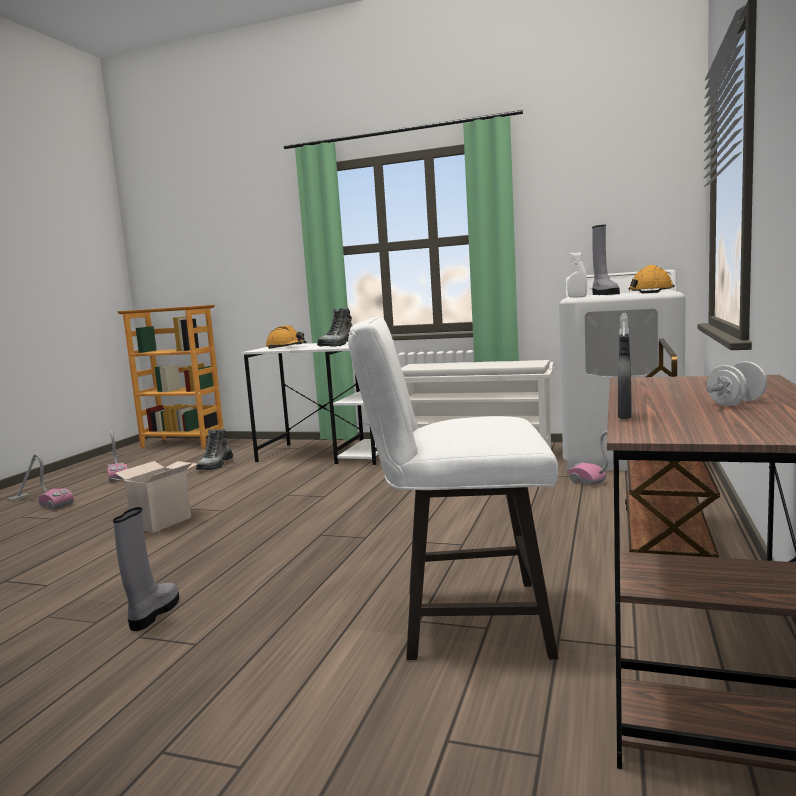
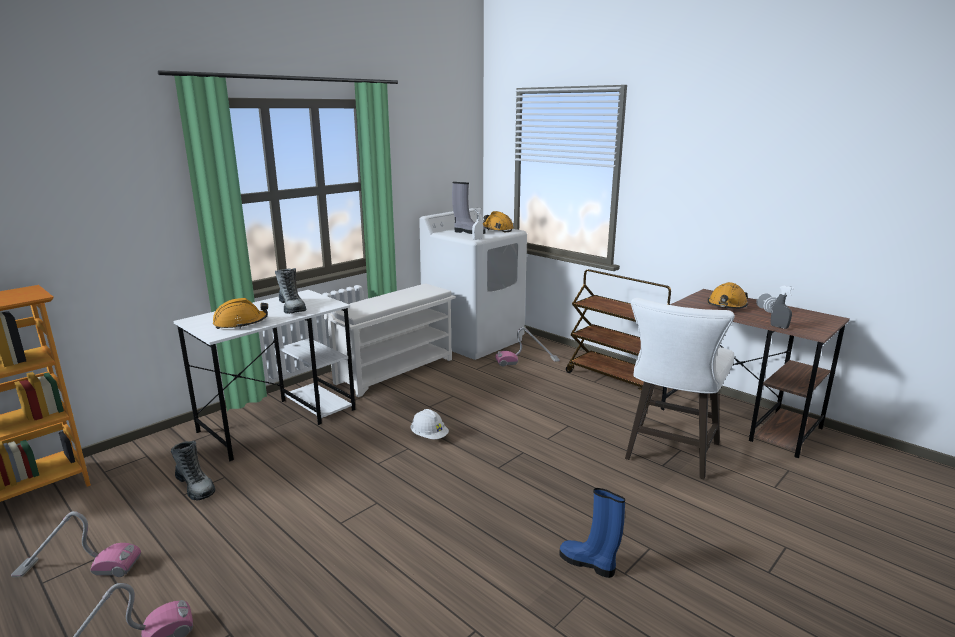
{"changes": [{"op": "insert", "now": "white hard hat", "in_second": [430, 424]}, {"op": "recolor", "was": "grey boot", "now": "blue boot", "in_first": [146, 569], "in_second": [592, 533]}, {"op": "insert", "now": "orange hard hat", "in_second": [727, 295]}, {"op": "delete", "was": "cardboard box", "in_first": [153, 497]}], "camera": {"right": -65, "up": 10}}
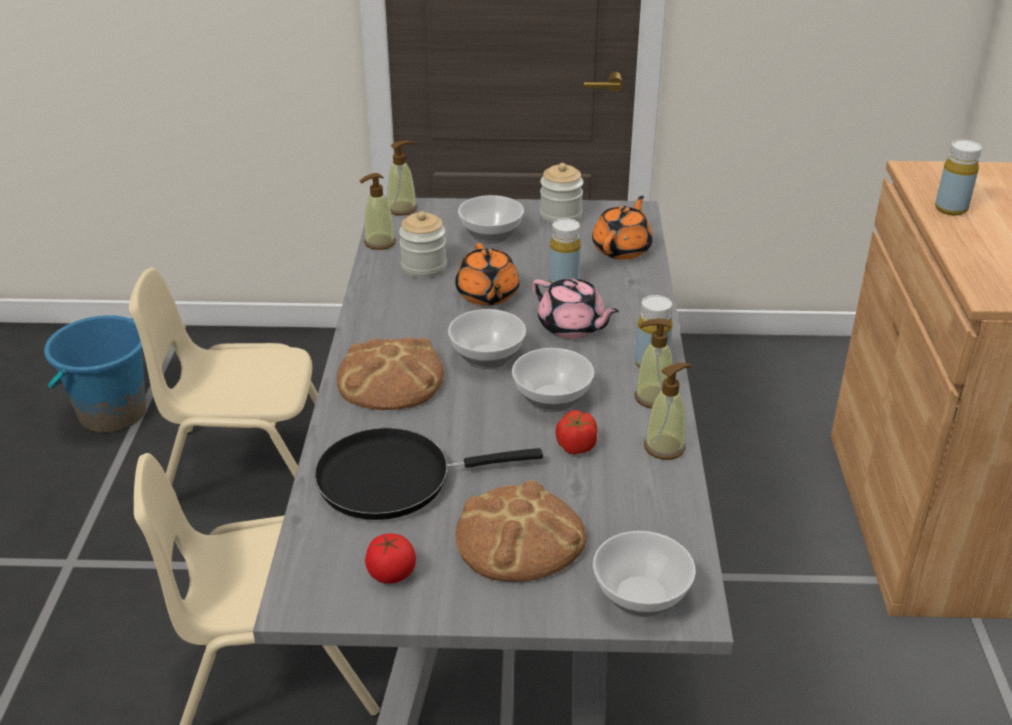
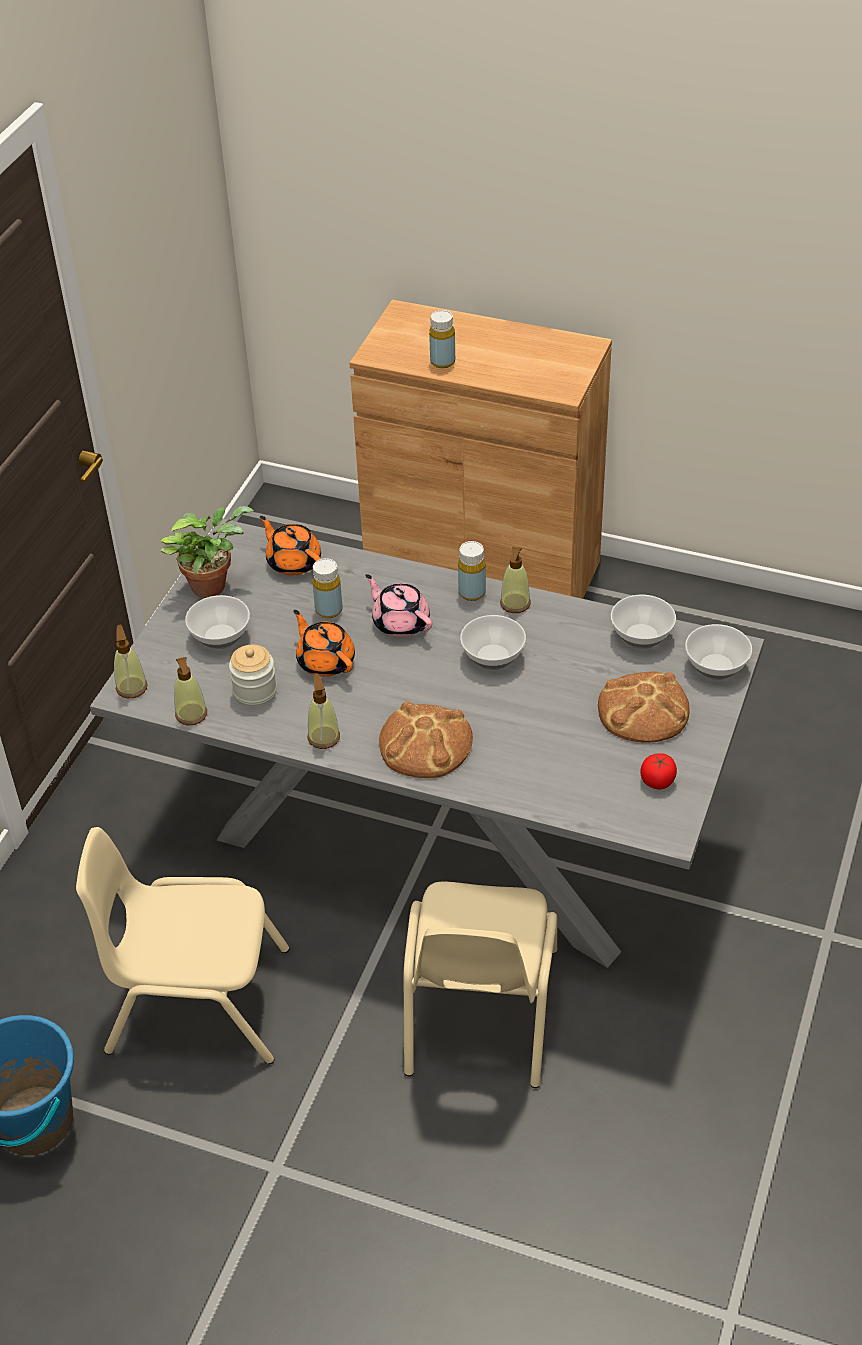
{"changes": [{"op": "rotate", "was": "beige chair", "in_first": [223, 376], "in_second": [183, 945], "clockwise": 75}, {"op": "replace", "was": "jar", "now": "potted plant", "in_first": [562, 193], "in_second": [206, 552]}, {"op": "rotate", "was": "orange teapot", "in_first": [487, 274], "in_second": [324, 643], "clockwise": -135}, {"op": "move", "was": "soap dispenser", "in_first": [668, 411], "in_second": [324, 711]}, {"op": "rotate", "was": "pink teapot", "in_first": [575, 308], "in_second": [398, 605], "clockwise": -105}, {"op": "move", "was": "bowl", "in_first": [487, 339], "in_second": [643, 622]}, {"op": "delete", "was": "black frying pan", "in_first": [428, 474]}, {"op": "delete", "was": "tomato", "in_first": [576, 432]}], "camera": {"right": -70, "up": 10}}
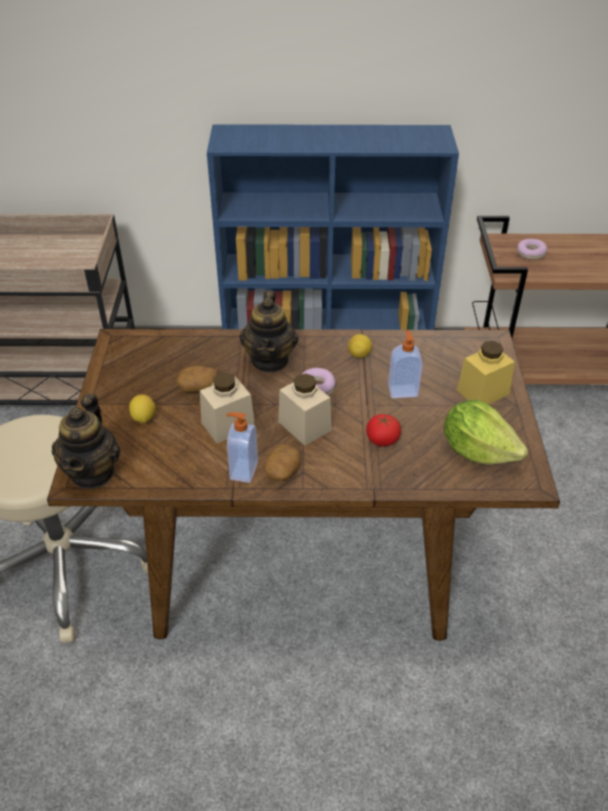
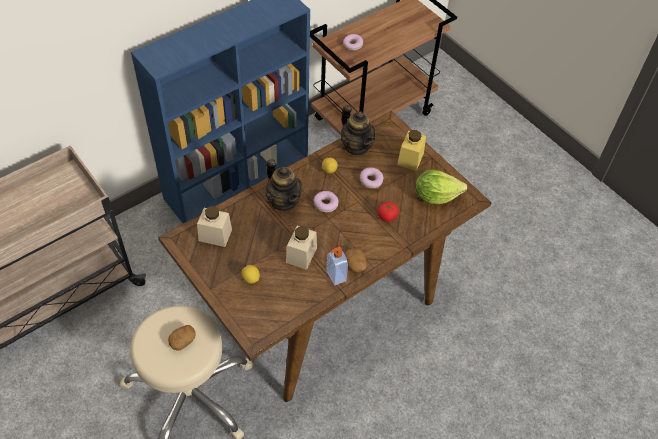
{"changes": [{"op": "move", "was": "potato", "in_first": [197, 378], "in_second": [182, 338]}, {"op": "move", "was": "beige jar", "in_first": [304, 410], "in_second": [214, 226]}, {"op": "move", "was": "teapot", "in_first": [86, 441], "in_second": [358, 130]}, {"op": "replace", "was": "soap dispenser", "now": "donut", "in_first": [405, 364], "in_second": [371, 177]}], "camera": {"right": -40, "up": 10}}
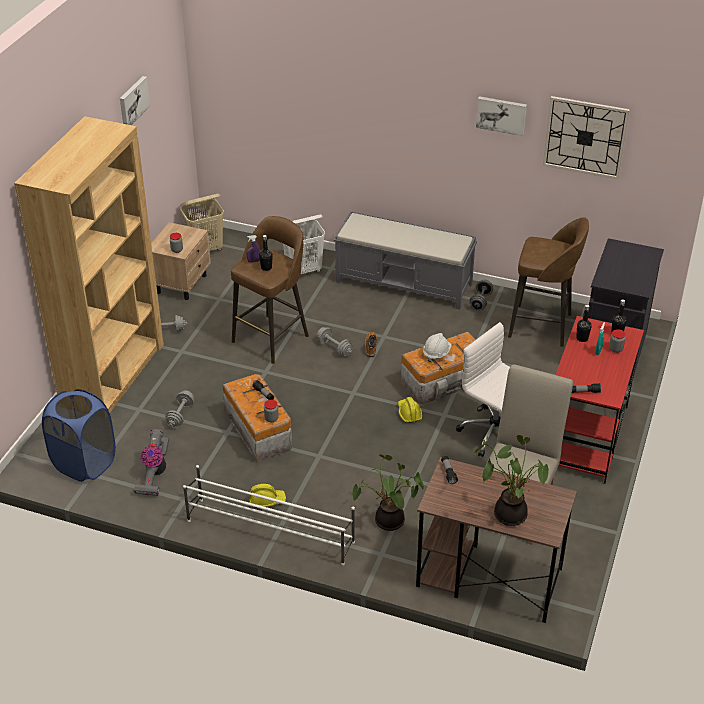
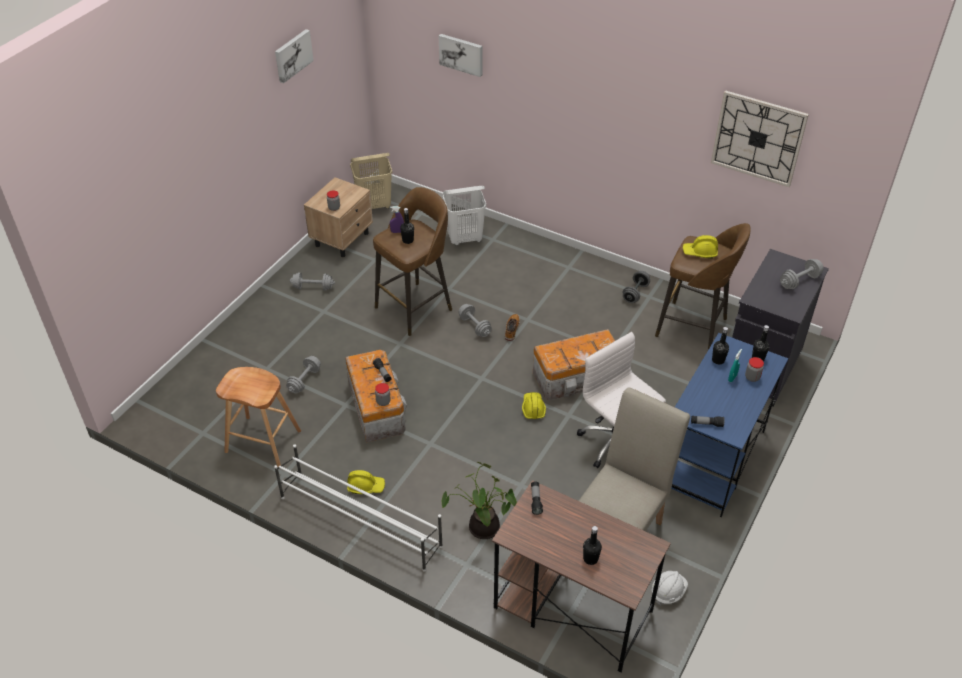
{"changes": [{"op": "replace", "was": "vacuum cleaner", "now": "brown stool", "in_first": [151, 462], "in_second": [258, 417]}, {"op": "move", "was": "picture", "in_first": [501, 116], "in_second": [461, 55]}, {"op": "replace", "was": "potted plant", "now": "black bottle", "in_first": [511, 480], "in_second": [592, 545]}, {"op": "move", "was": "white hard hat", "in_first": [437, 347], "in_second": [670, 588]}, {"op": "recolor", "was": "red desk", "now": "blue desk", "in_first": [599, 400], "in_second": [729, 425]}, {"op": "insert", "now": "yellow hard hat", "in_second": [700, 247]}, {"op": "insert", "now": "grey dumbbell", "in_second": [802, 274]}, {"op": "delete", "was": "brown bookcase", "in_first": [89, 264]}, {"op": "delete", "was": "blue laundry basket", "in_first": [79, 435]}, {"op": "delete", "was": "grey bench", "in_first": [405, 260]}], "camera": {"right": 10, "up": 5}}
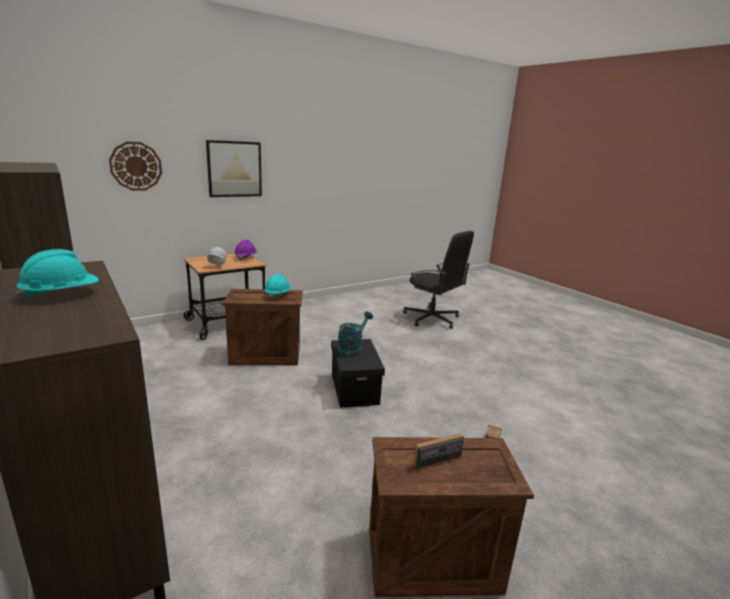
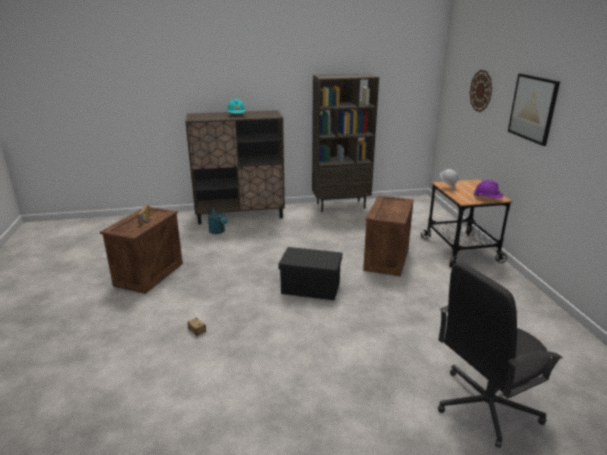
{"changes": [{"op": "move", "was": "turquoise watering can", "in_first": [355, 333], "in_second": [218, 220]}, {"op": "delete", "was": "turquoise hard hat", "in_first": [278, 287]}], "camera": {"right": 115, "up": 5}}
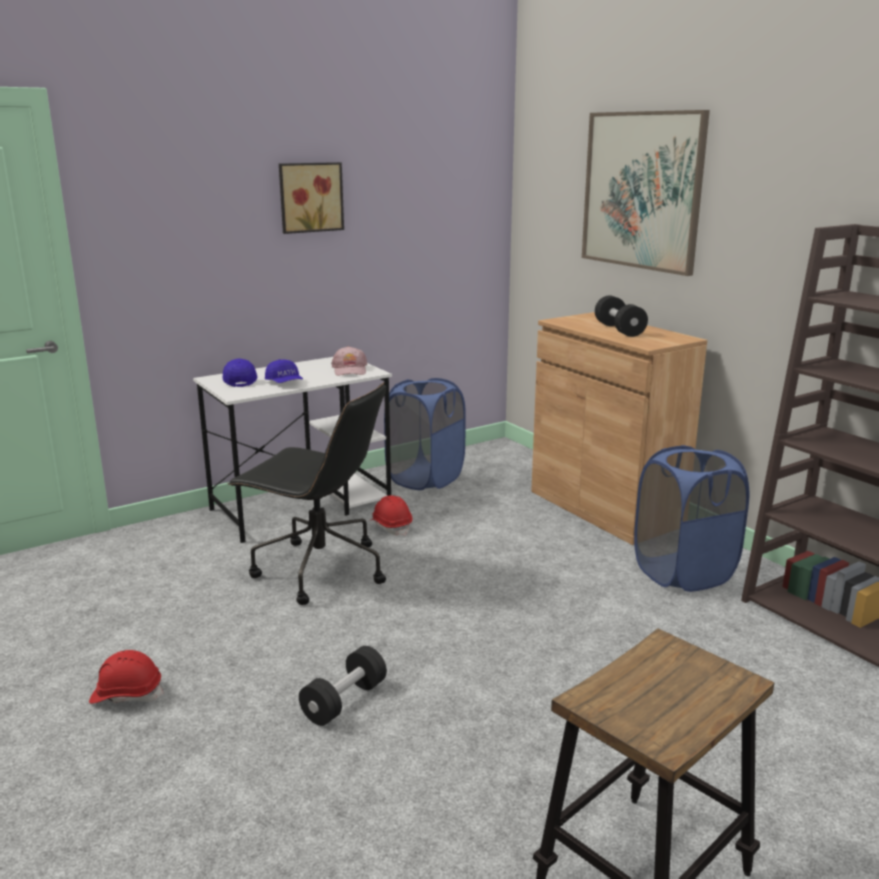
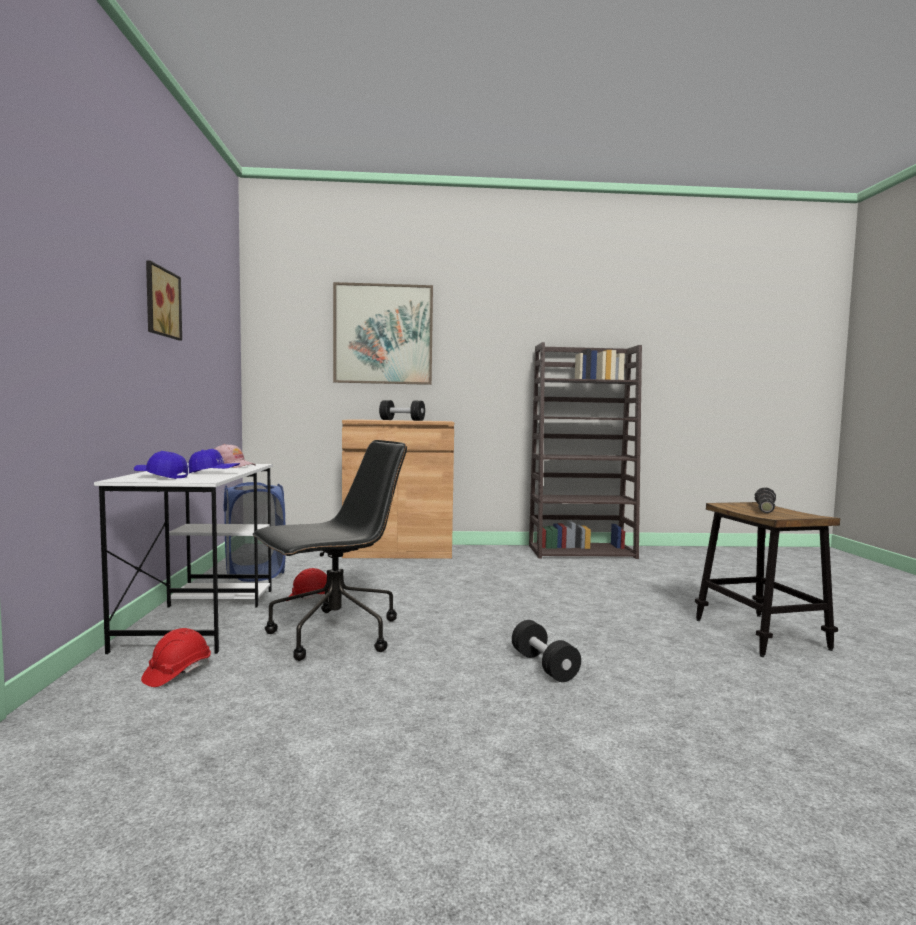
{"changes": [{"op": "move", "was": "red hard hat", "in_first": [126, 677], "in_second": [176, 657]}, {"op": "insert", "now": "flashlight", "in_second": [765, 500]}, {"op": "delete", "was": "blue laundry basket", "in_first": [692, 518]}], "camera": {"right": -60, "up": -15}}
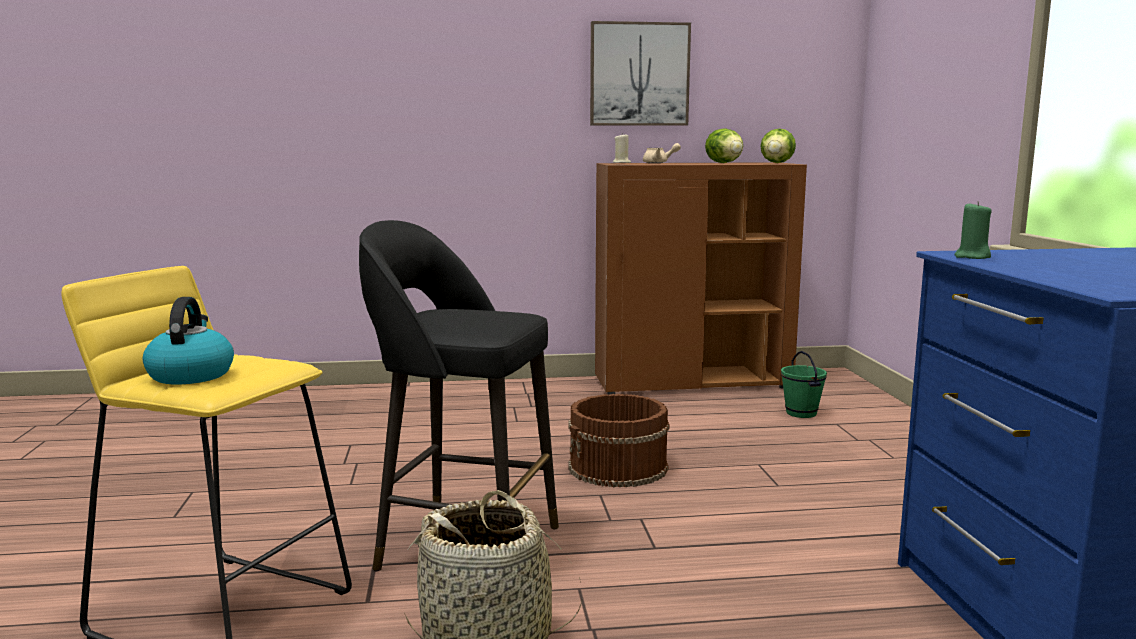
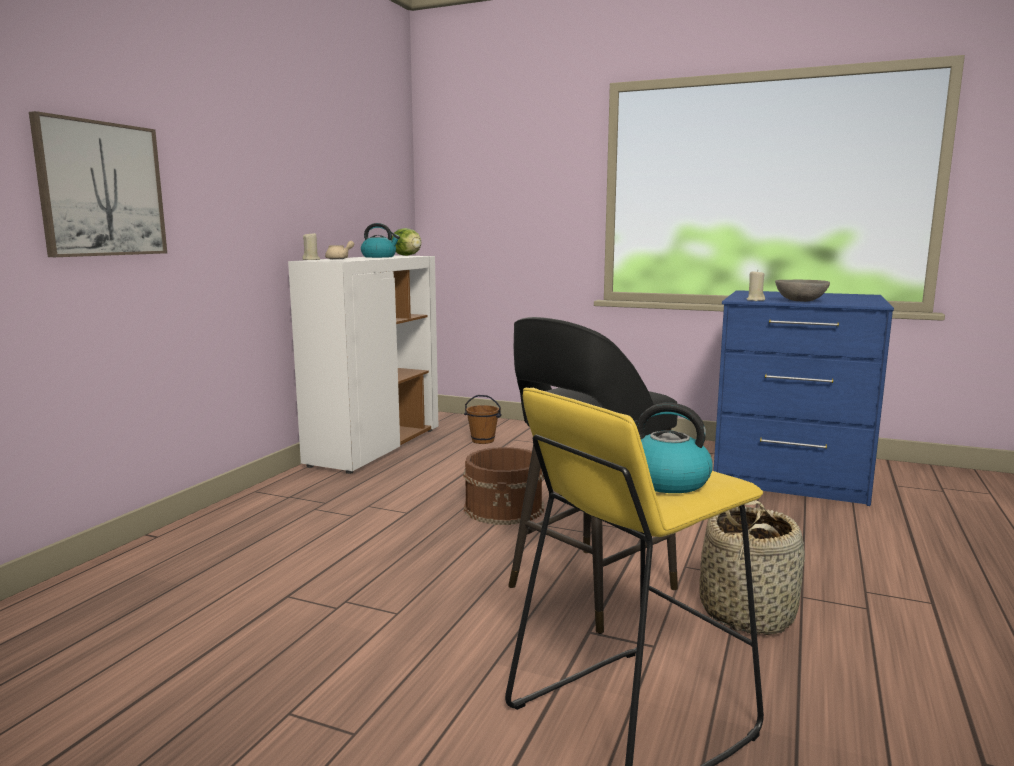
{"changes": [{"op": "move", "was": "picture", "in_first": [640, 73], "in_second": [98, 184]}, {"op": "recolor", "was": "brown cabinet", "now": "white cabinet", "in_first": [701, 278], "in_second": [363, 365]}, {"op": "replace", "was": "lettuce", "now": "kettle", "in_first": [724, 145], "in_second": [380, 240]}, {"op": "recolor", "was": "green bucket", "now": "brown bucket", "in_first": [804, 384], "in_second": [483, 419]}, {"op": "recolor", "was": "green candle", "now": "beige candle", "in_first": [973, 230], "in_second": [756, 285]}, {"op": "insert", "now": "grey bowl", "in_second": [802, 291]}], "camera": {"right": -60, "up": 0}}
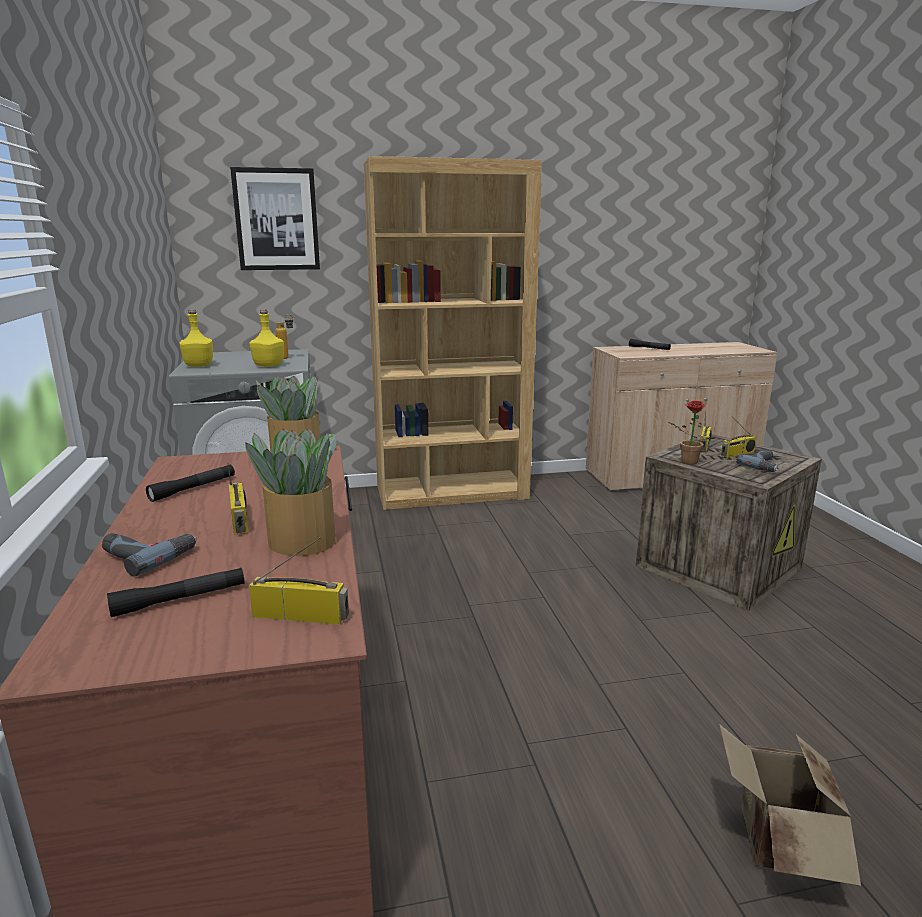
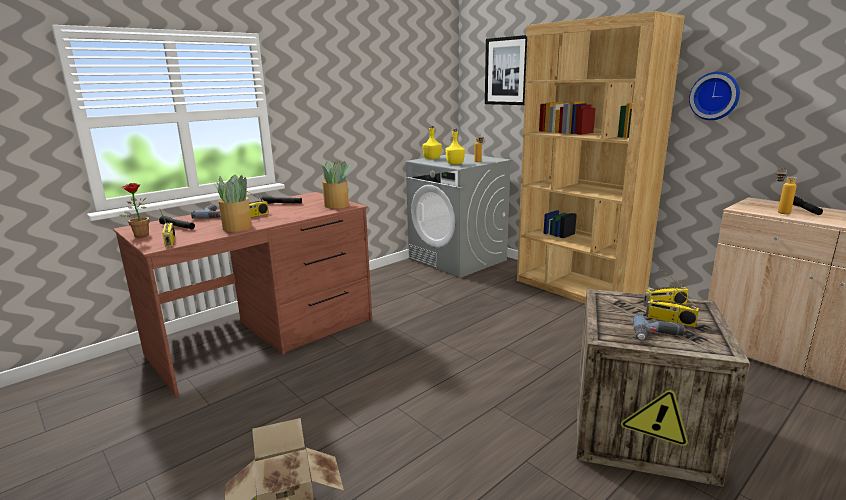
{"changes": [{"op": "move", "was": "potted plant", "in_first": [691, 432], "in_second": [134, 210]}, {"op": "insert", "now": "wall clock", "in_second": [714, 96]}, {"op": "insert", "now": "bottle", "in_second": [786, 191]}], "camera": {"right": 60, "up": 0}}
